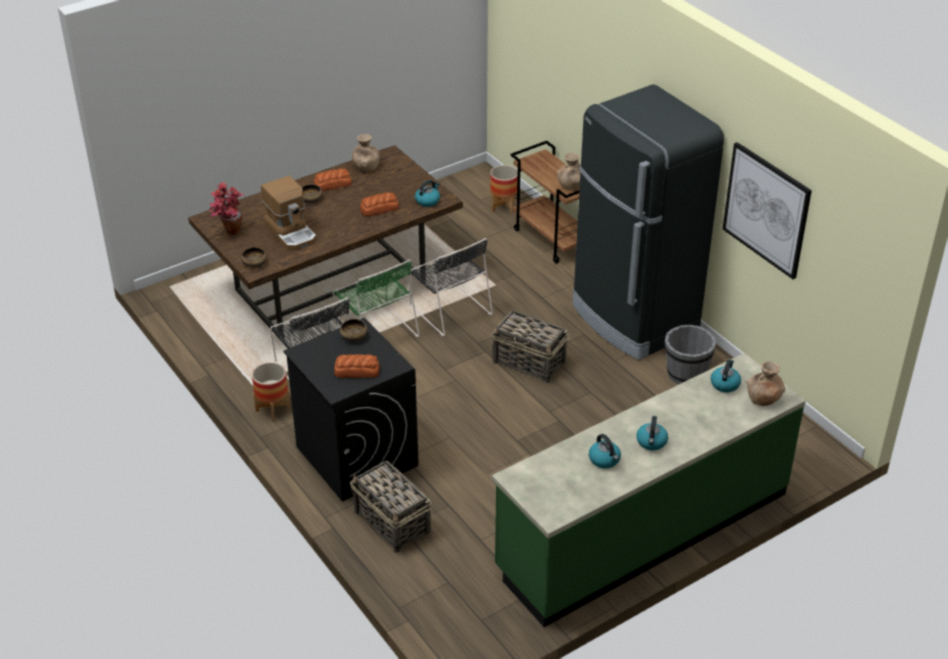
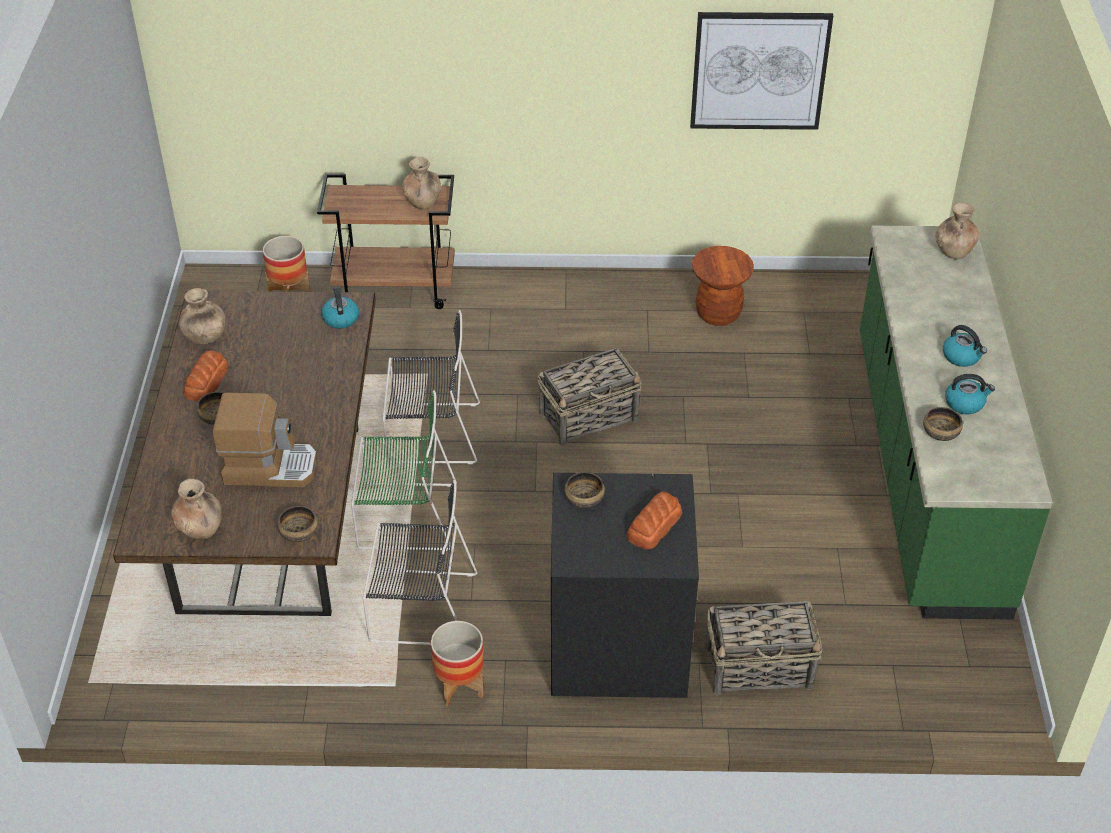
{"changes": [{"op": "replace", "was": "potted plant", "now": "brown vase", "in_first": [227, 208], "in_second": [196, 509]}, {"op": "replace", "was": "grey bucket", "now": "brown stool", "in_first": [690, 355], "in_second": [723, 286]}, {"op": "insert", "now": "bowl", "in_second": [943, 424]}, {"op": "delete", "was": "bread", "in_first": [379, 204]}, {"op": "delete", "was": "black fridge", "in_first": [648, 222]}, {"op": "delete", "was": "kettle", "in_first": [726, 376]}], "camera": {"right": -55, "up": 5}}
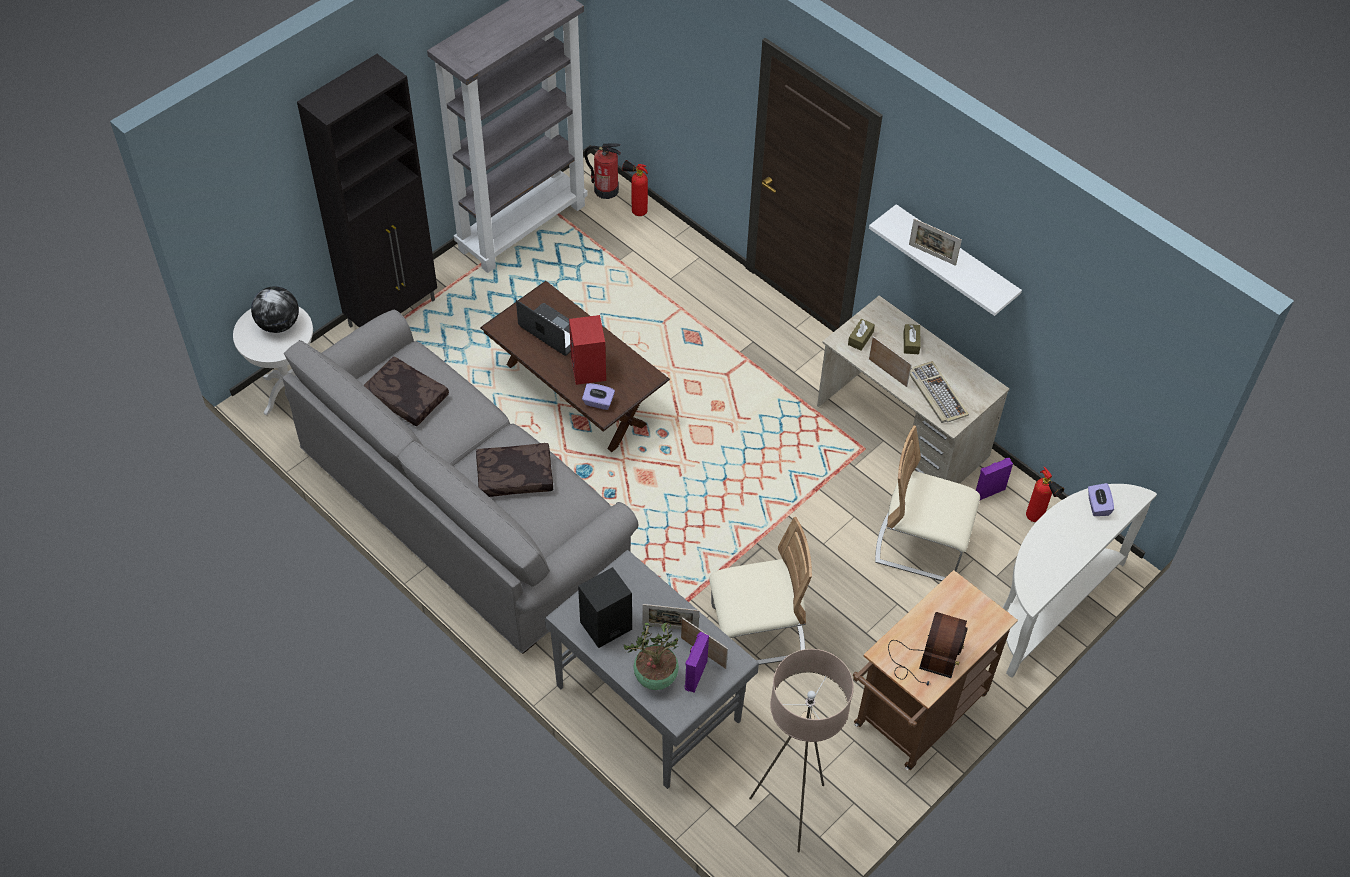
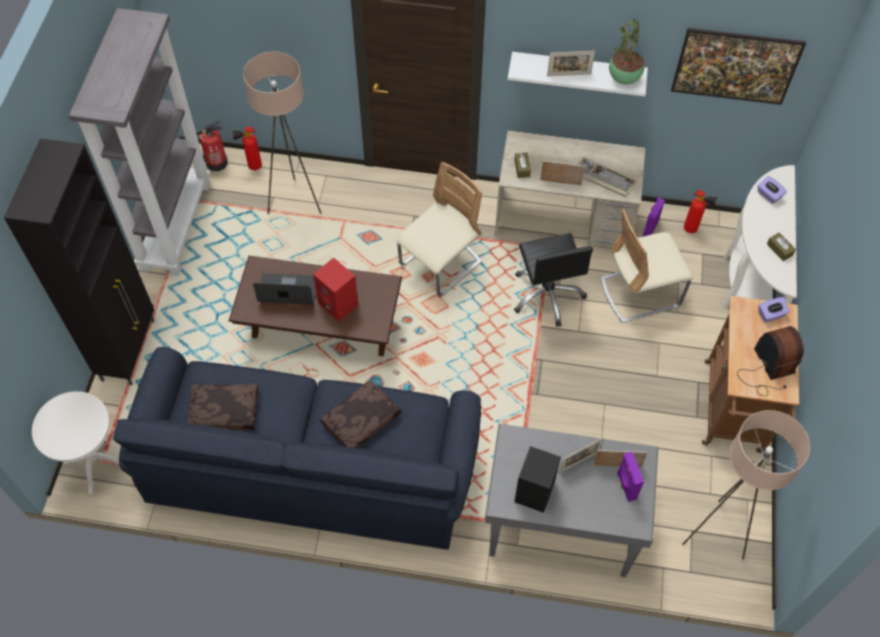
{"changes": [{"op": "recolor", "was": "grey sofa", "now": "blue sofa", "in_first": [460, 482], "in_second": [297, 448]}, {"op": "insert", "now": "beige floor lamp", "in_second": [282, 133]}, {"op": "move", "was": "beige chair", "in_first": [760, 591], "in_second": [439, 229]}, {"op": "insert", "now": "black office chair", "in_second": [553, 280]}, {"op": "move", "was": "potted plant", "in_first": [651, 656], "in_second": [627, 51]}, {"op": "insert", "now": "picture", "in_second": [738, 66]}, {"op": "move", "was": "purple tissue box", "in_first": [598, 396], "in_second": [774, 310]}, {"op": "move", "was": "brown tissue box", "in_first": [912, 339], "in_second": [781, 246]}, {"op": "delete", "was": "globe", "in_first": [275, 309]}], "camera": {"right": -35, "up": 5}}
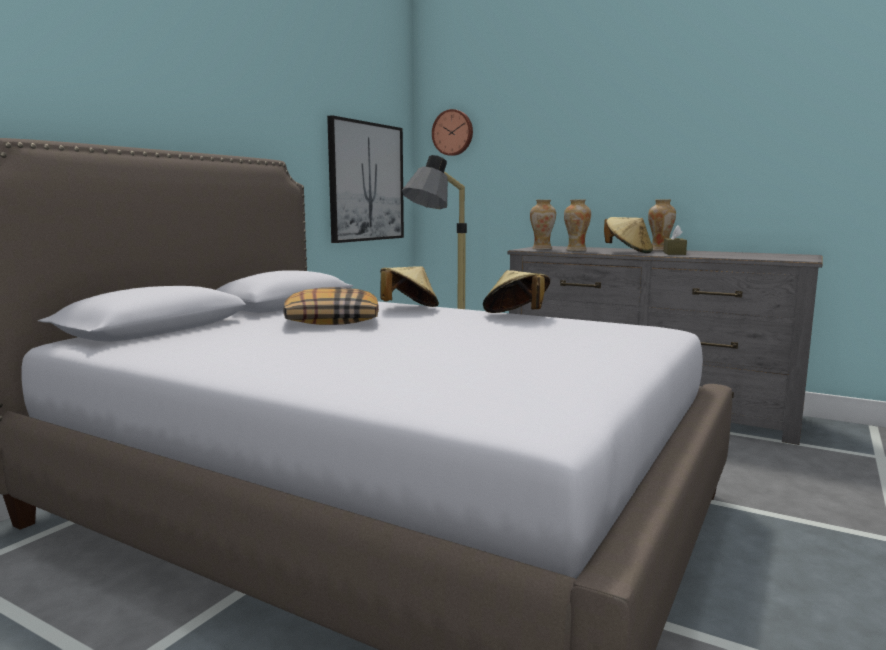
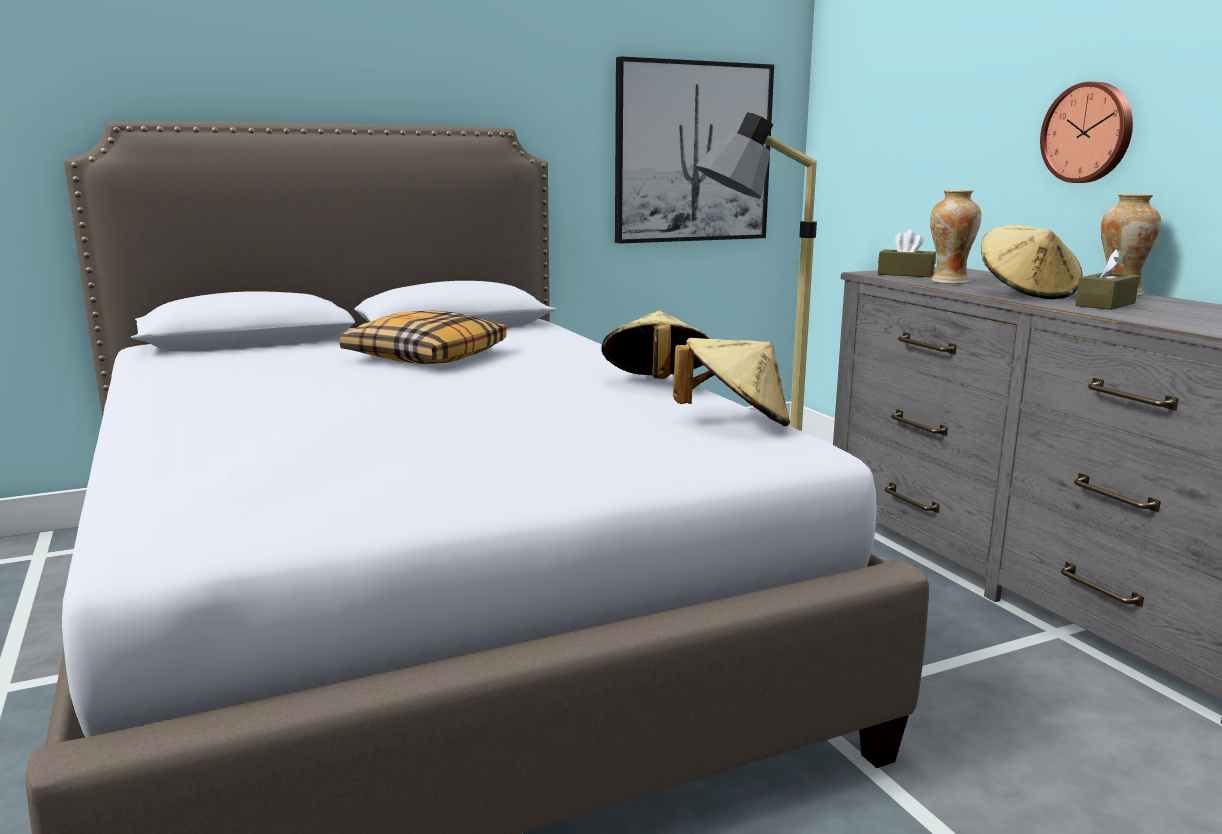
{"changes": [{"op": "move", "was": "beige hat", "in_first": [409, 286], "in_second": [731, 382]}, {"op": "replace", "was": "vase", "now": "brown tissue box", "in_first": [543, 224], "in_second": [907, 253]}, {"op": "move", "was": "wall clock", "in_first": [452, 132], "in_second": [1086, 132]}], "camera": {"right": 35, "up": 5}}
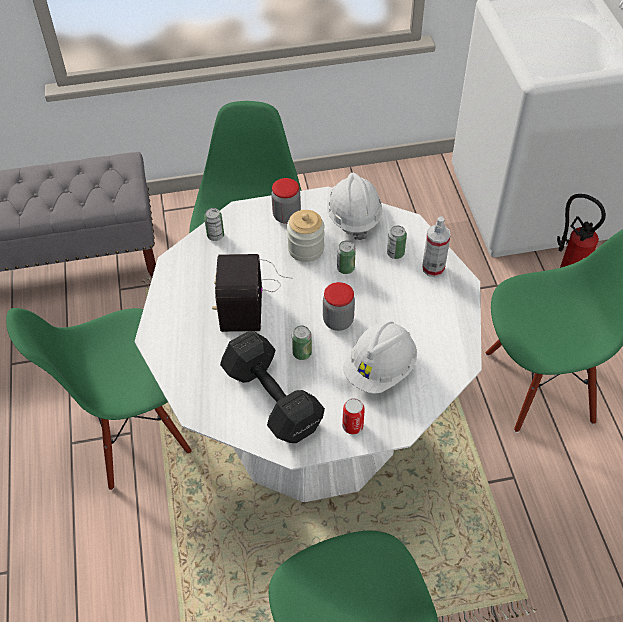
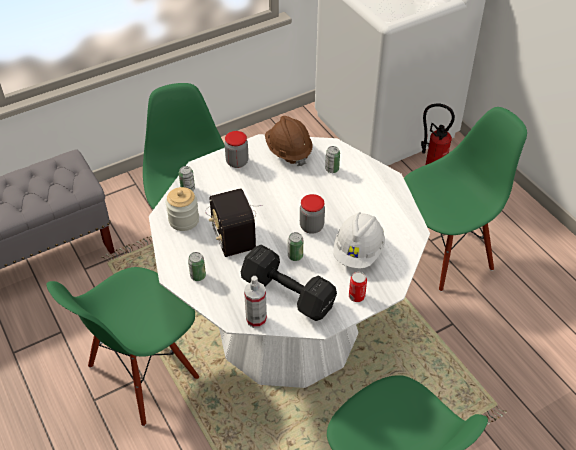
{"changes": [{"op": "move", "was": "jar", "in_first": [305, 236], "in_second": [182, 209]}, {"op": "move", "was": "can", "in_first": [346, 257], "in_second": [197, 266]}, {"op": "move", "was": "spray bottle", "in_first": [436, 246], "in_second": [255, 302]}, {"op": "recolor", "was": "white hard hat", "now": "brown hard hat", "in_first": [354, 206], "in_second": [289, 141]}], "camera": {"right": -20, "up": -5}}
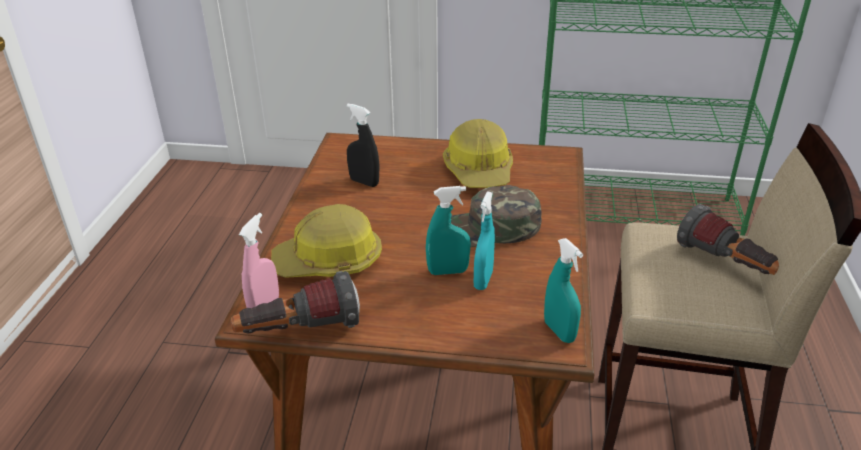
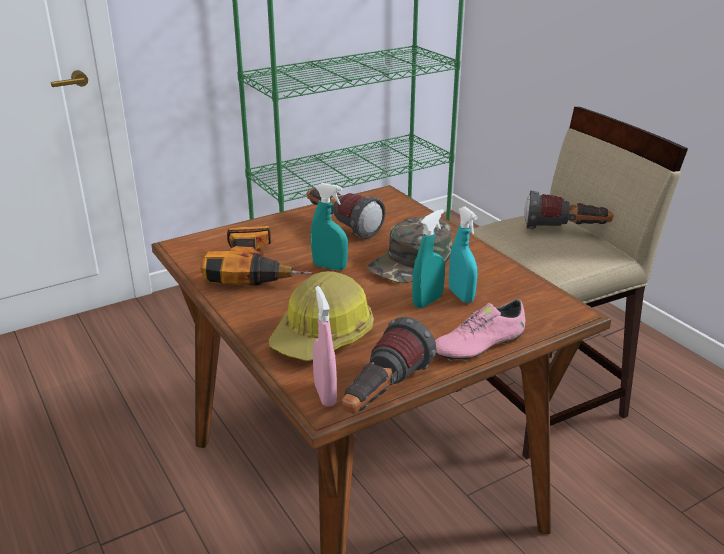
{"changes": [{"op": "replace", "was": "black spray bottle", "now": "power drill", "in_first": [363, 145], "in_second": [256, 256]}, {"op": "replace", "was": "hard hat", "now": "flashlight", "in_first": [478, 153], "in_second": [346, 213]}, {"op": "move", "was": "turquoise spray bottle", "in_first": [563, 290], "in_second": [329, 226]}, {"op": "insert", "now": "pink shoe", "in_second": [480, 330]}], "camera": {"right": -40, "up": -5}}
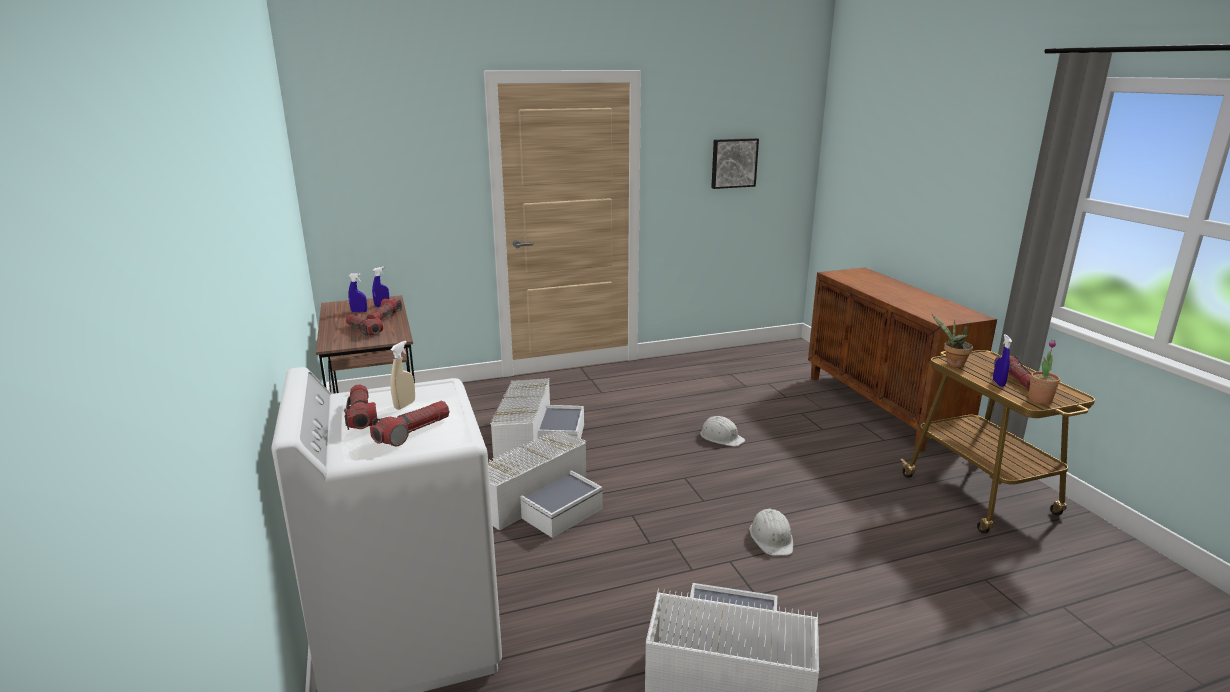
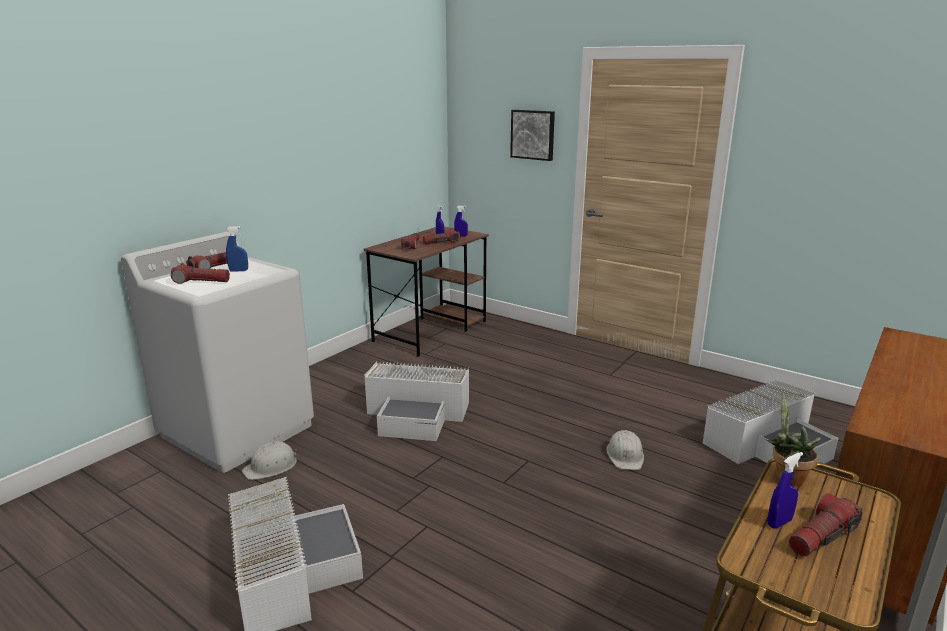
{"changes": [{"op": "recolor", "was": "beige spray bottle", "now": "blue spray bottle", "in_first": [403, 375], "in_second": [237, 249]}, {"op": "move", "was": "white hard hat", "in_first": [771, 532], "in_second": [270, 460]}, {"op": "move", "was": "picture", "in_first": [735, 163], "in_second": [532, 135]}, {"op": "move", "was": "white storage box", "in_first": [537, 418], "in_second": [770, 422]}, {"op": "delete", "was": "potted plant", "in_first": [1044, 372]}], "camera": {"right": 55, "up": 0}}
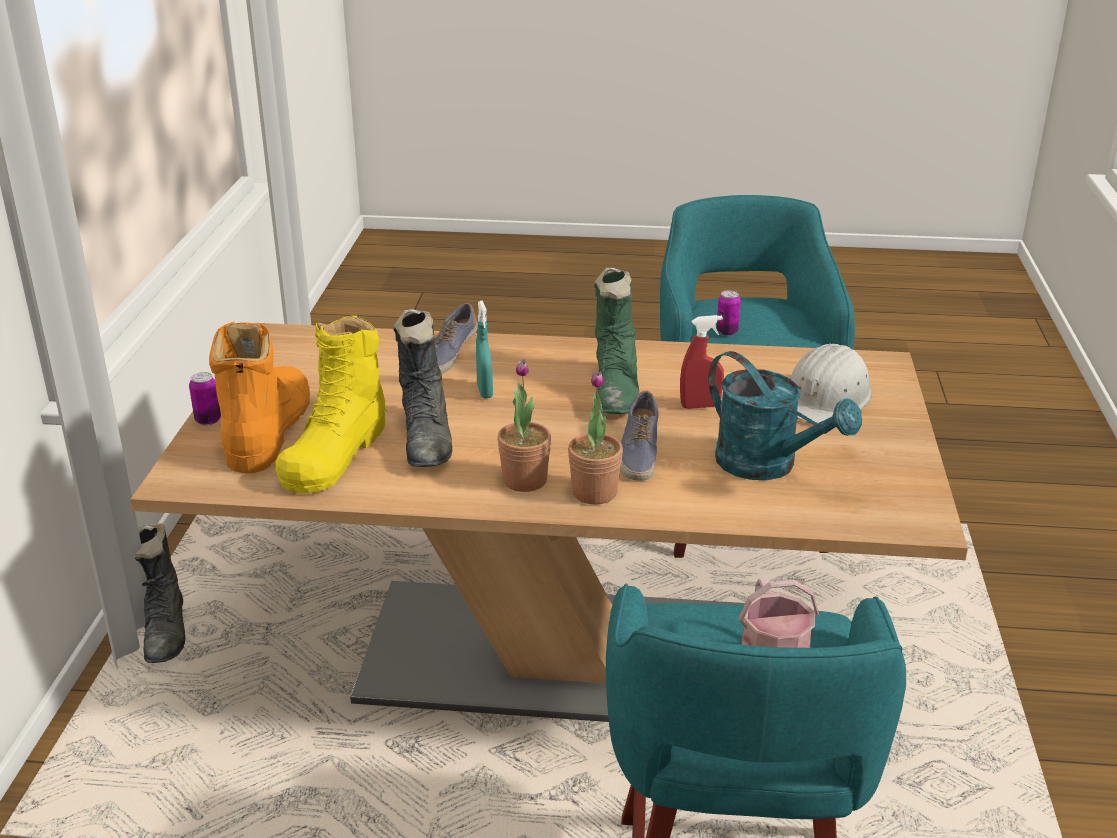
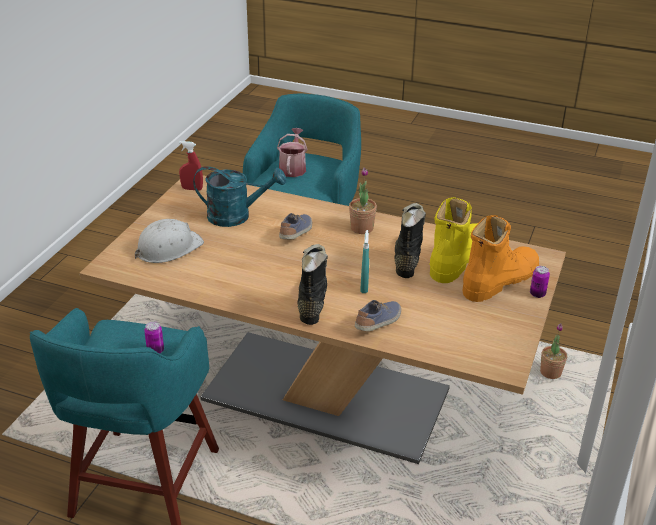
{"changes": [{"op": "move", "was": "red spray bottle", "in_first": [702, 362], "in_second": [191, 165]}, {"op": "rotate", "was": "turquoise watering can", "in_first": [785, 415], "in_second": [239, 196], "clockwise": 120}, {"op": "move", "was": "black boot", "in_first": [160, 593], "in_second": [313, 284]}, {"op": "rotate", "was": "orange boot", "in_first": [259, 397], "in_second": [500, 258], "clockwise": -150}, {"op": "move", "was": "potted plant", "in_first": [595, 438], "in_second": [553, 351]}, {"op": "delete", "was": "green boot", "in_first": [616, 340]}], "camera": {"right": -165, "up": 5}}
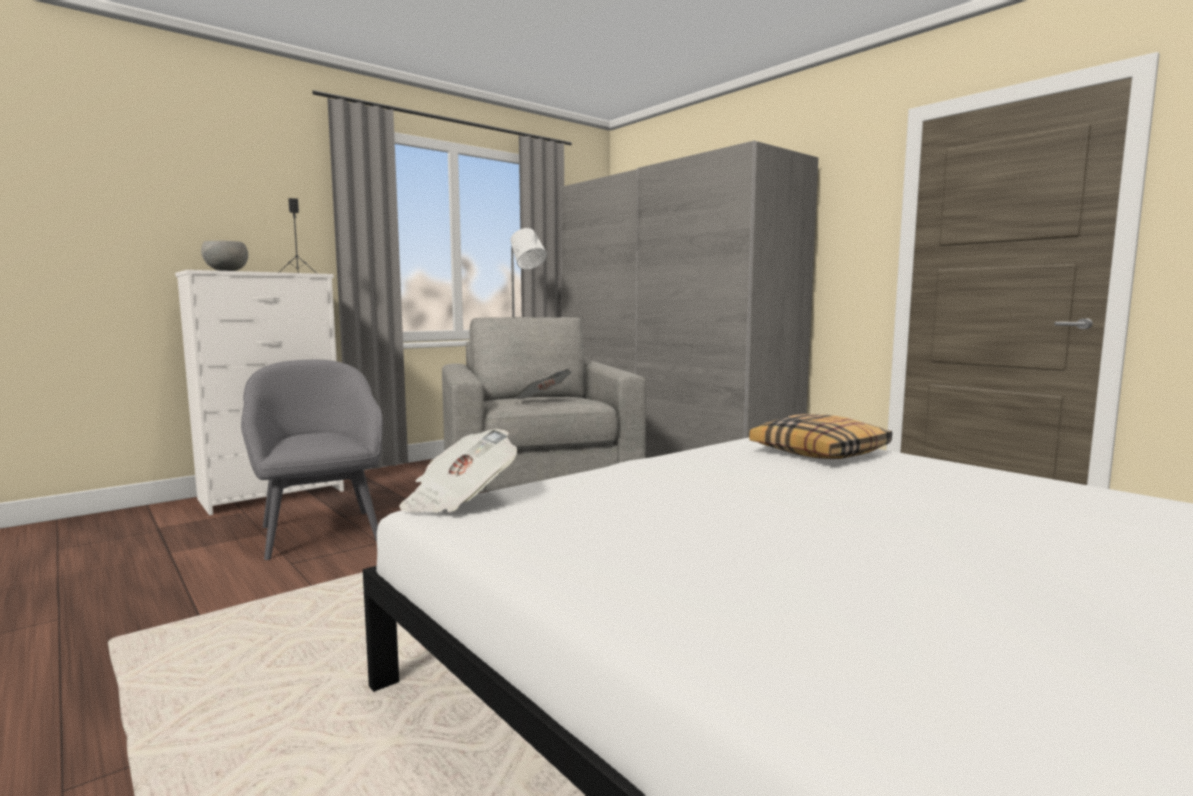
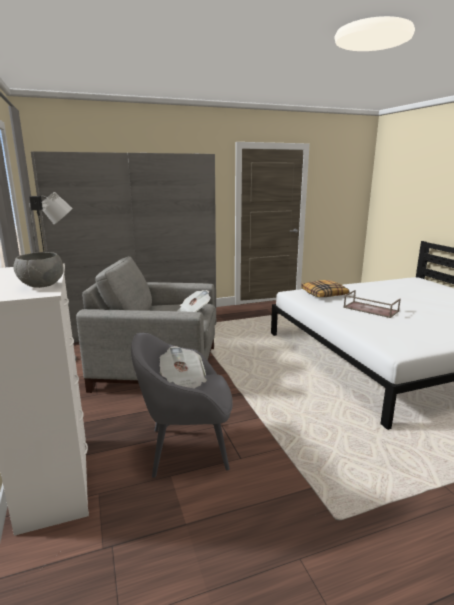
{"changes": [{"op": "move", "was": "newspaper", "in_first": [458, 471], "in_second": [183, 367]}, {"op": "insert", "now": "brown tray", "in_second": [372, 304]}], "camera": {"right": -70, "up": 10}}
